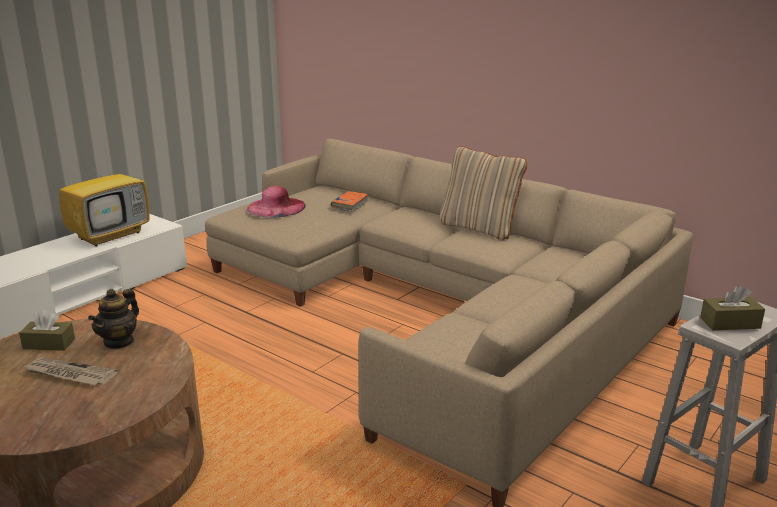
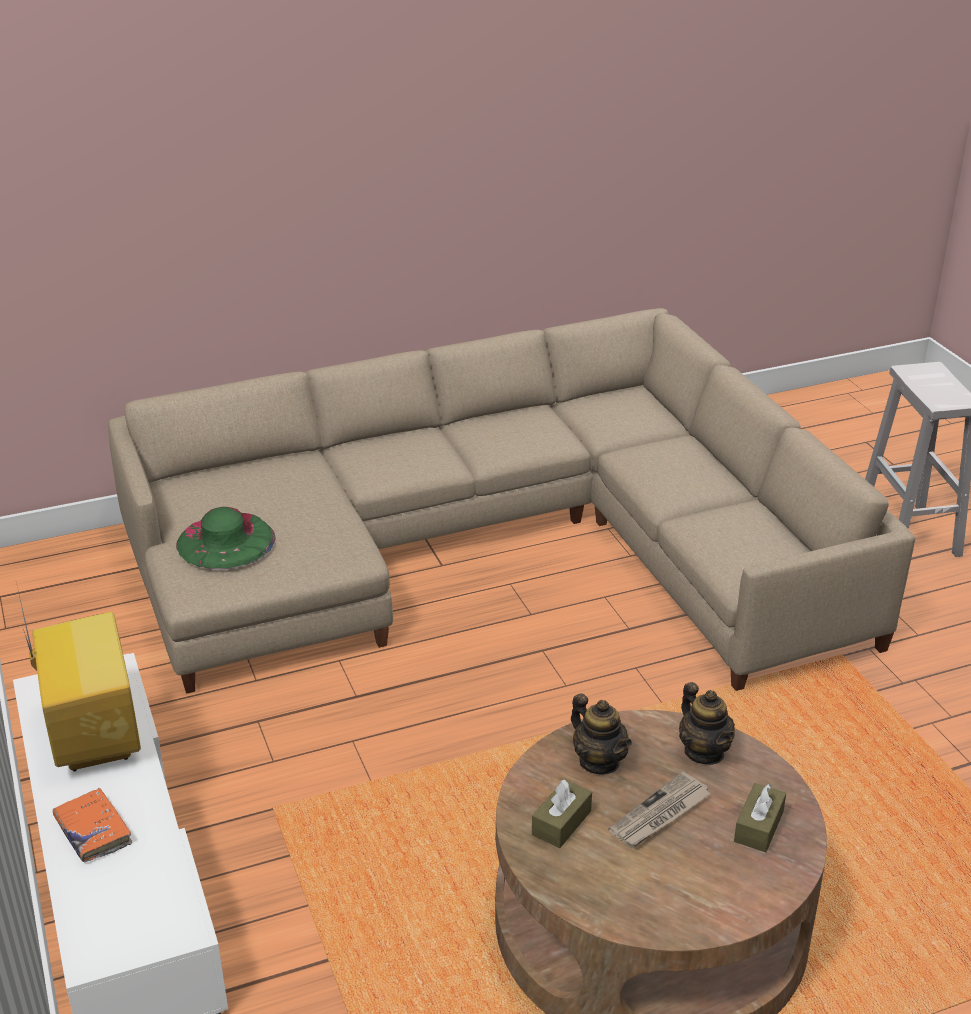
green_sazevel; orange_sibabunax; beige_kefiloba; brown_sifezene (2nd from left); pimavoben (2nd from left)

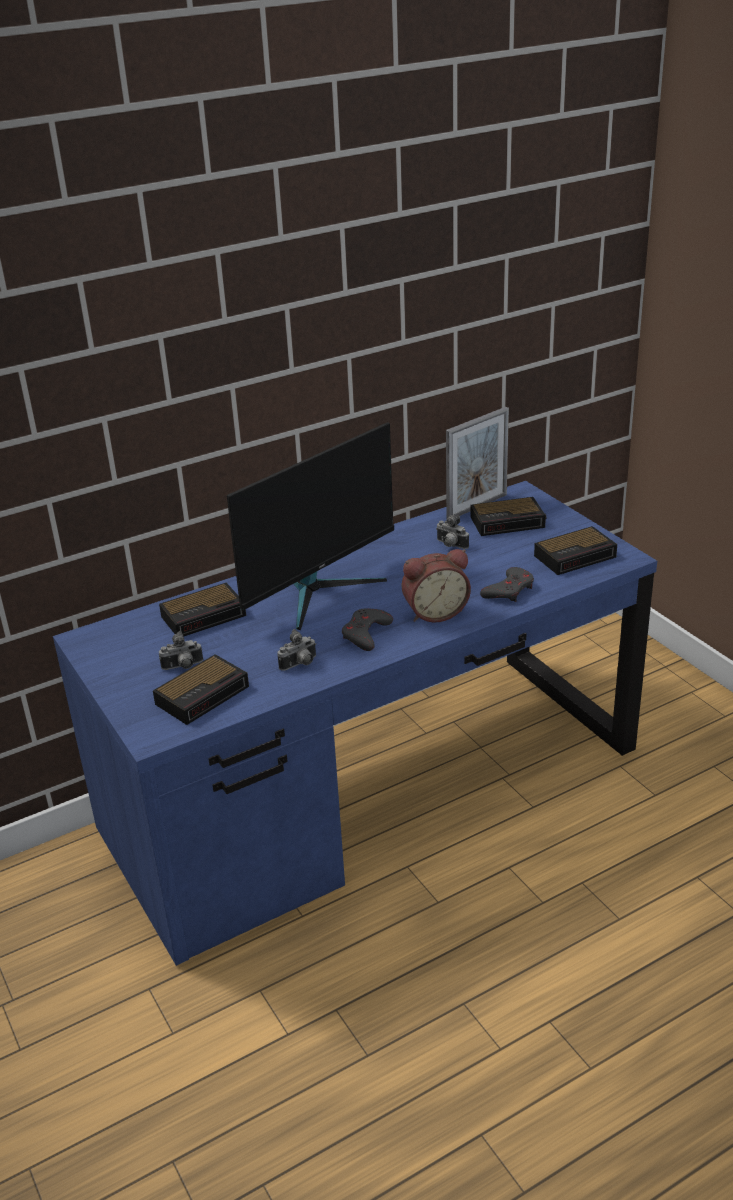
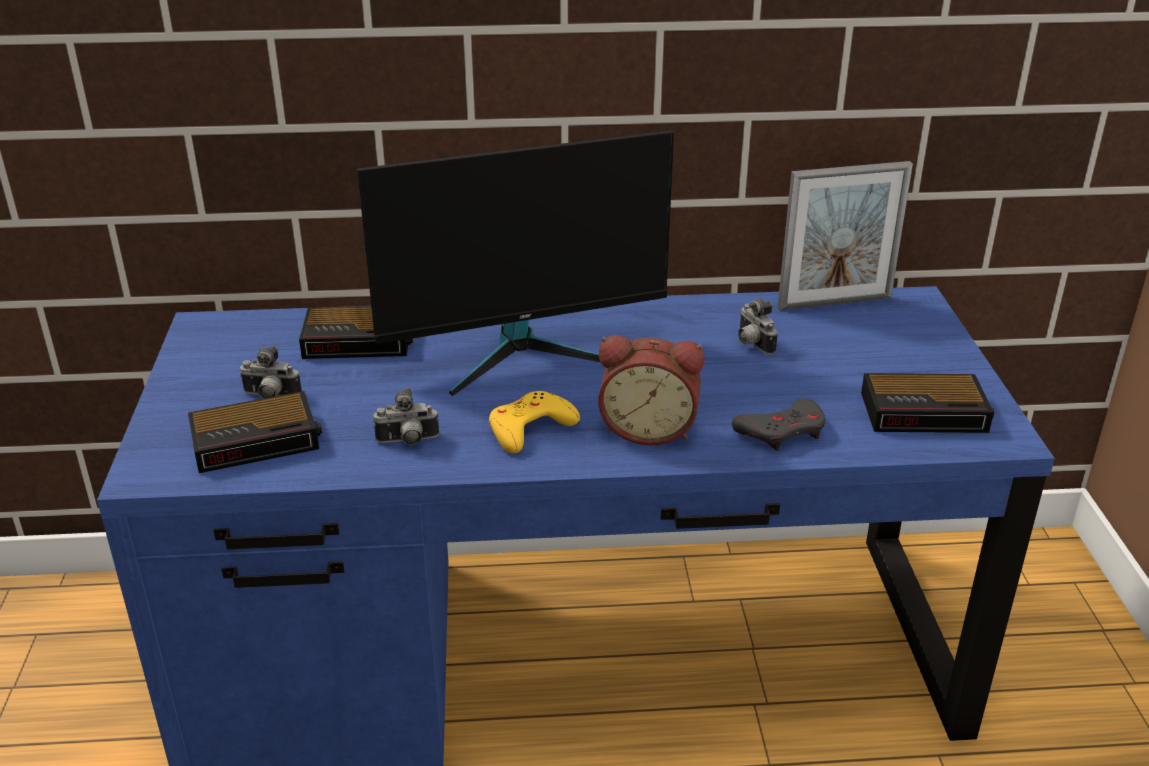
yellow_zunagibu; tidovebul (4th from left in the first image)

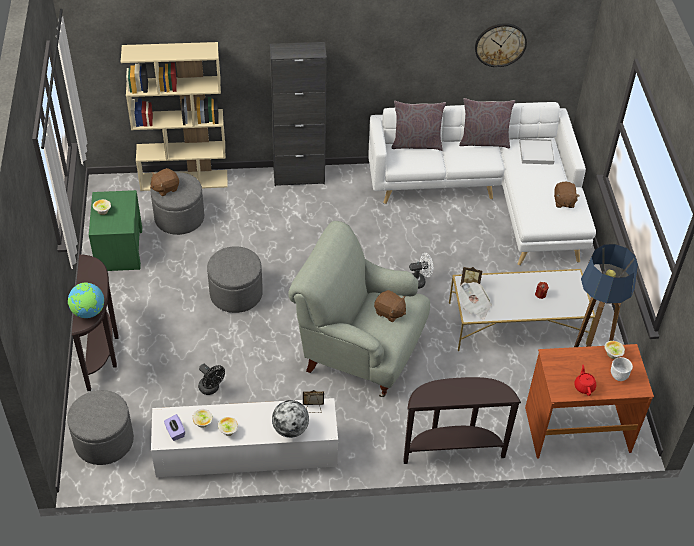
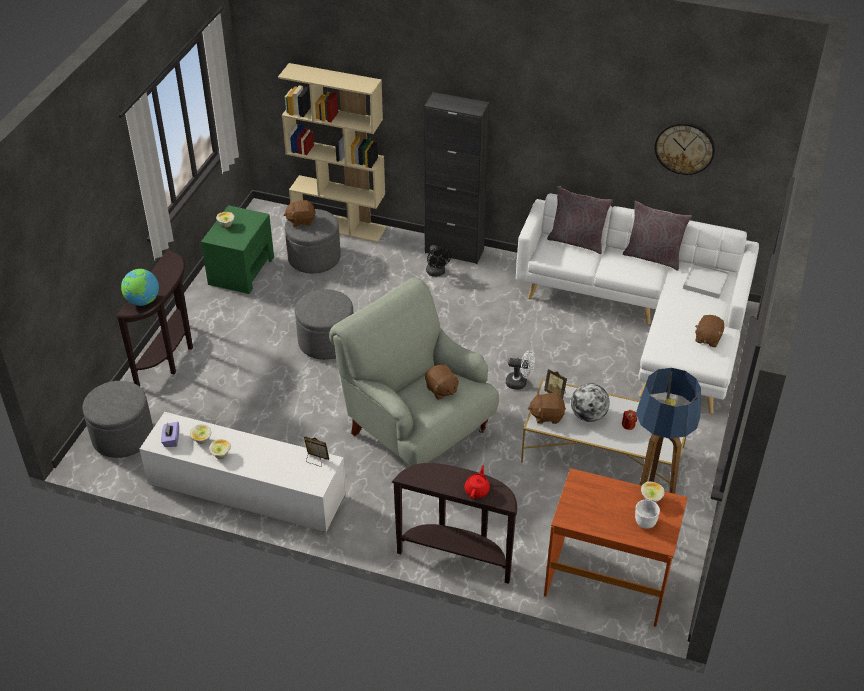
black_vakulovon; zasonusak (2nd from left); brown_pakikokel (3rd from left); red_pimavoben

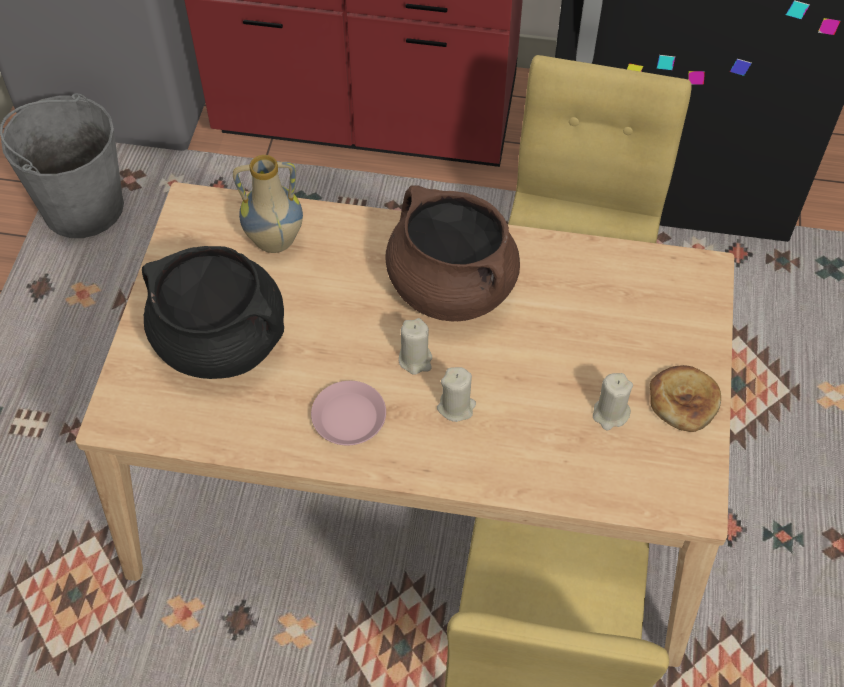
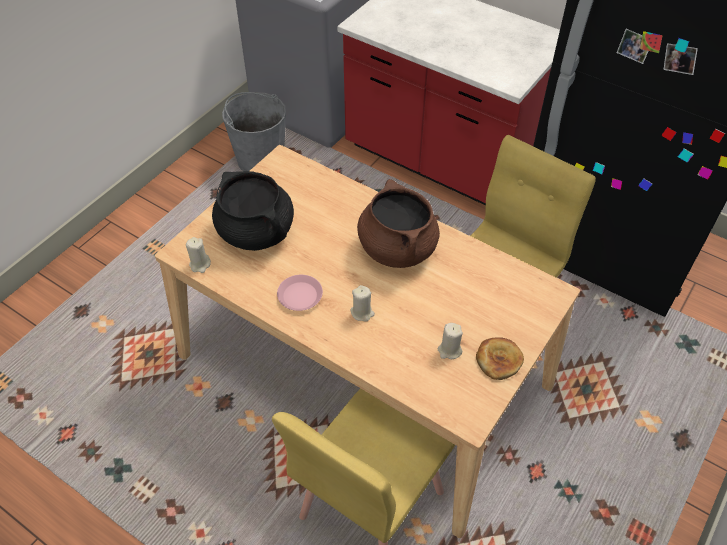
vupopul; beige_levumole (1st from left)

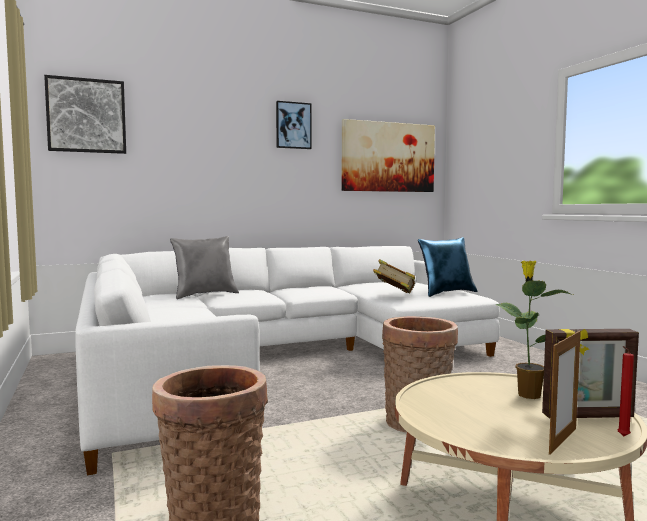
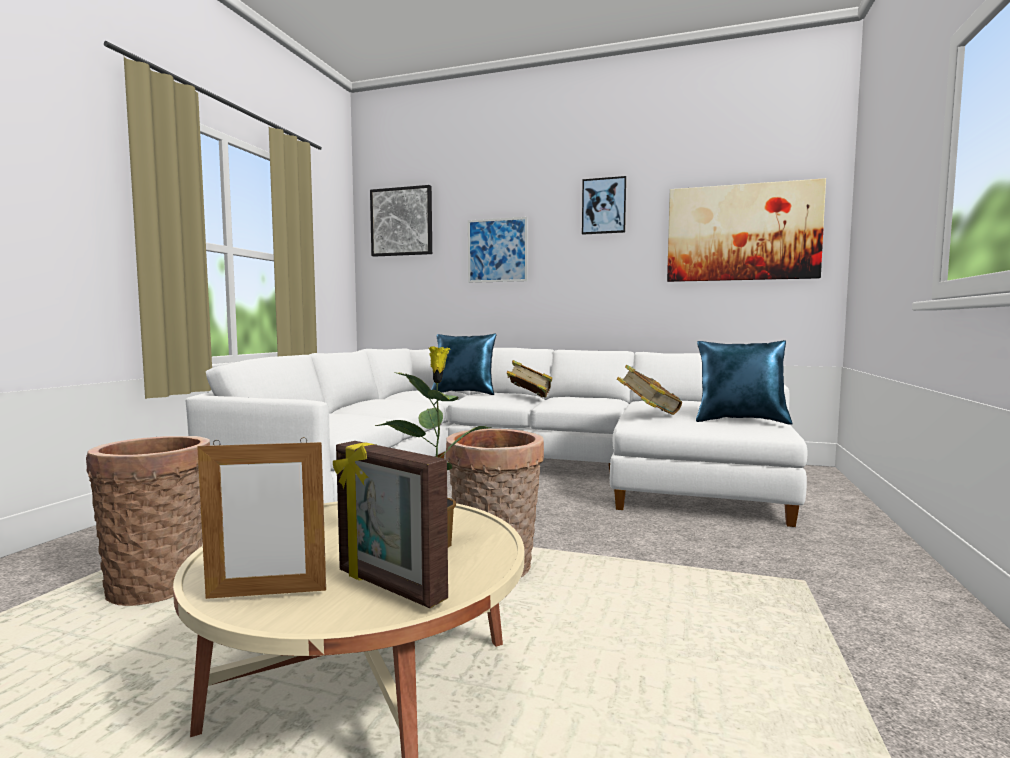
blue_kefiloba (1st from left); red_levumole; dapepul (2nd from left); sibabunax (1st from left)

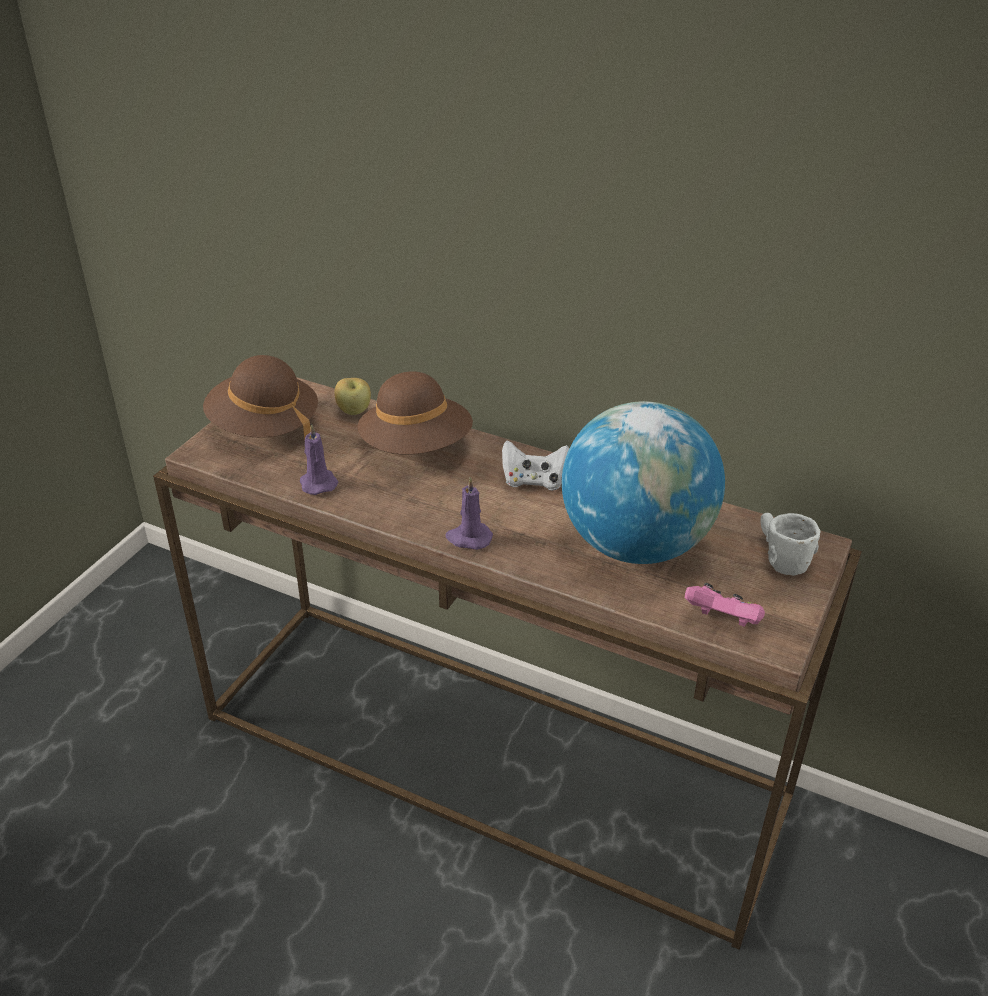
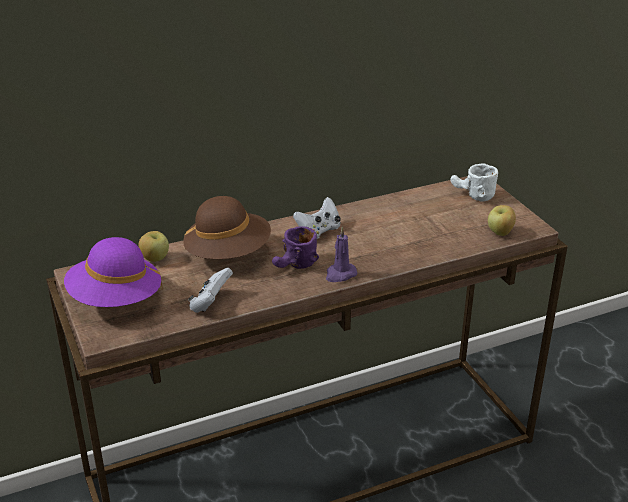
purple_sazevel; white_zunagibu (1st from left); zasonusak; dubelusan (2nd from left); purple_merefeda

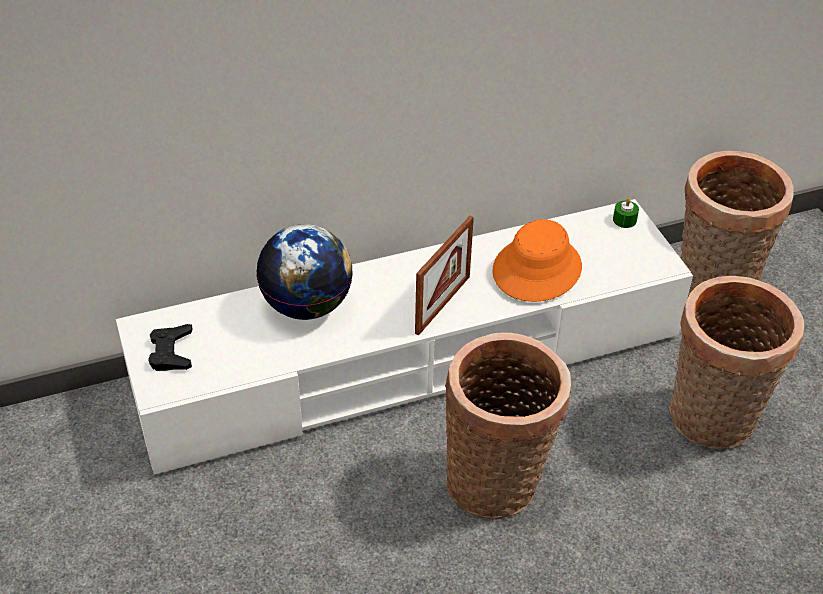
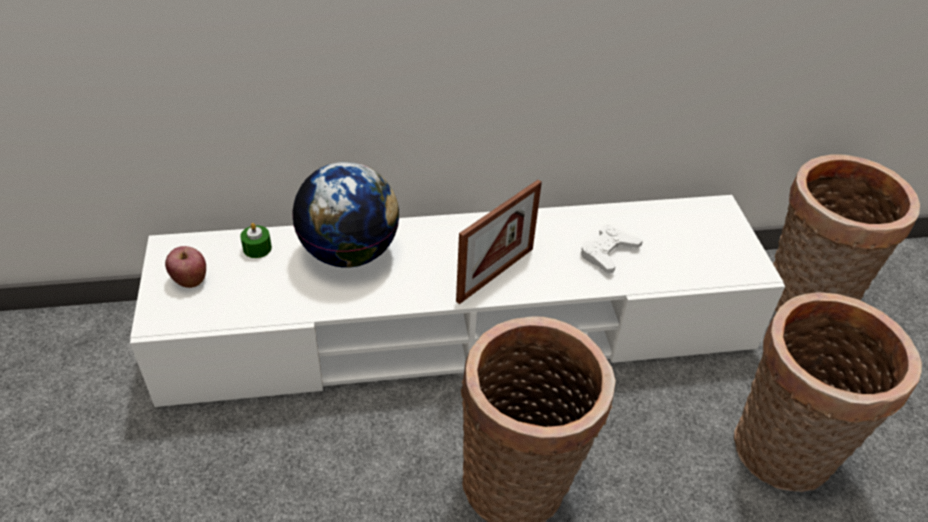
dubelusan; white_zunagibu; green_levumole

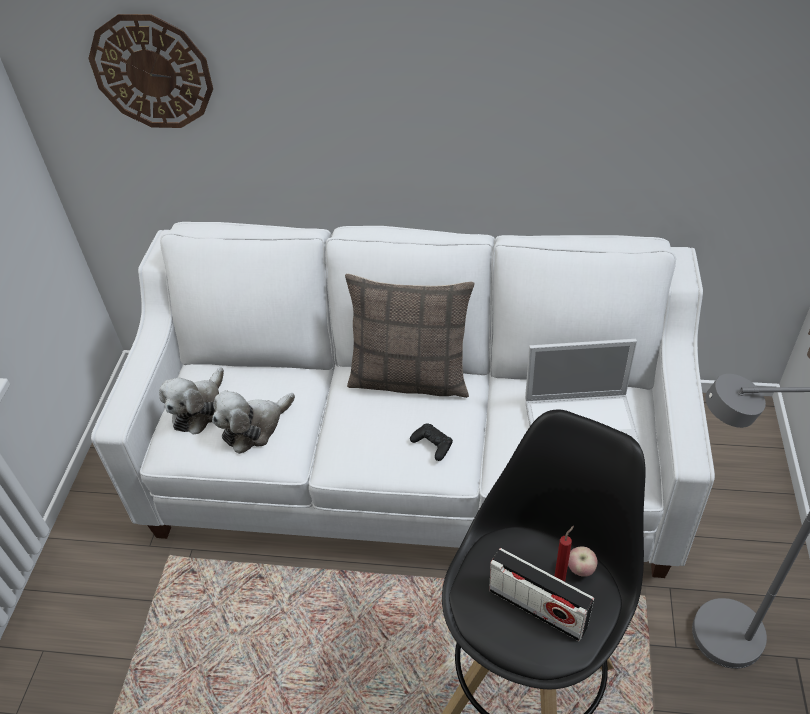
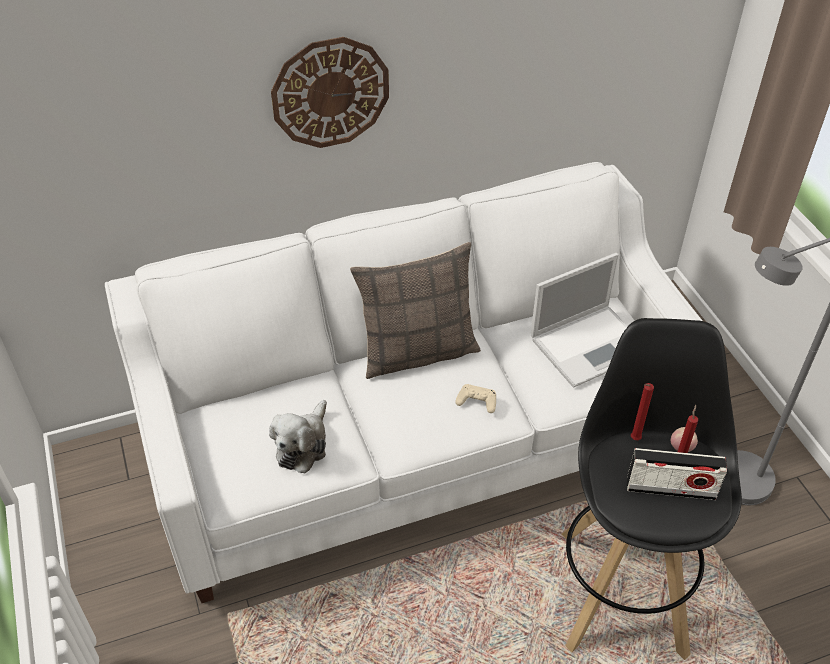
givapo; pakikokel (1st from left in the first image); beige_zunagibu; red_levumole (1st from left)

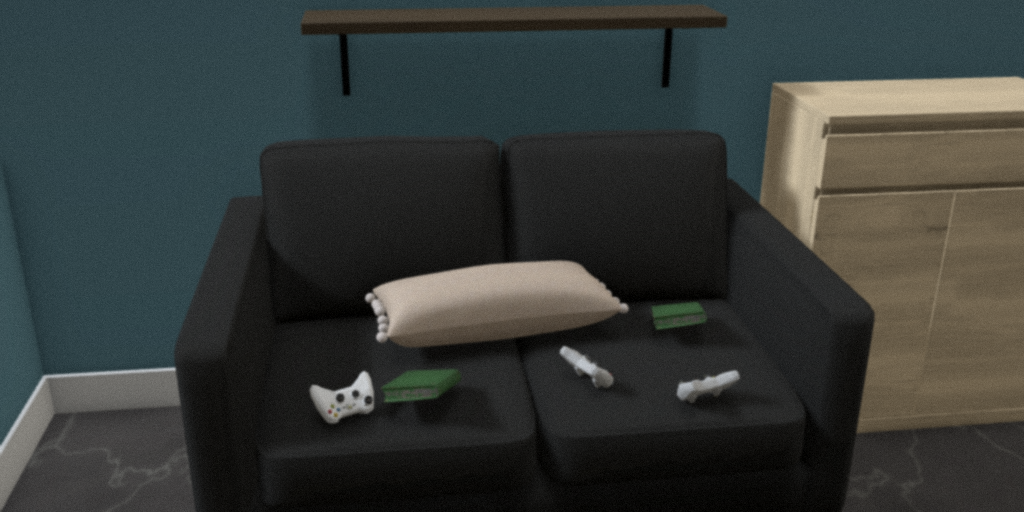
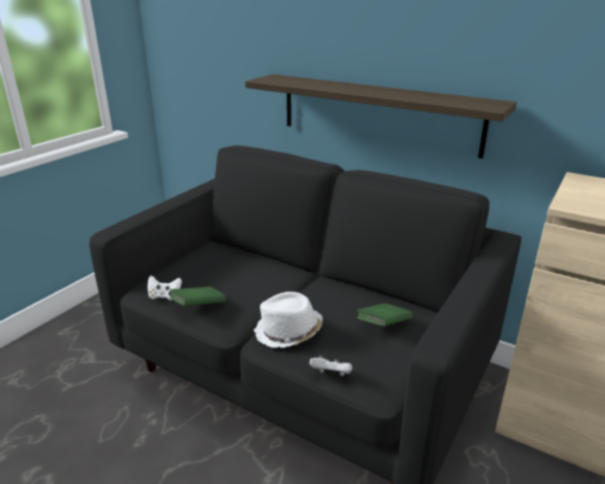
beige_kefiloba; white_sazevel

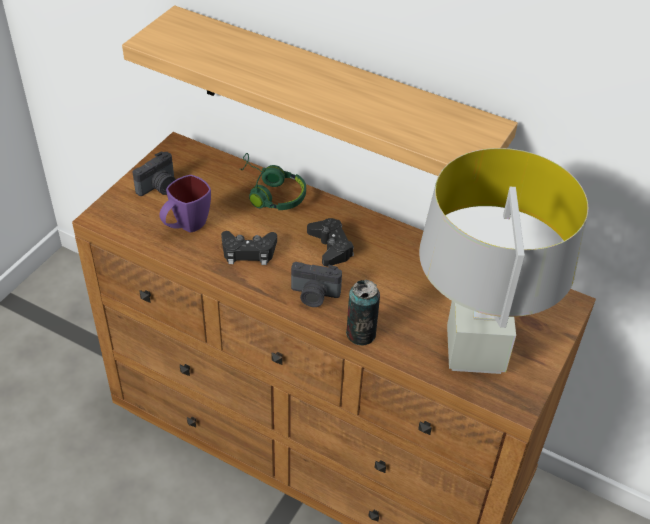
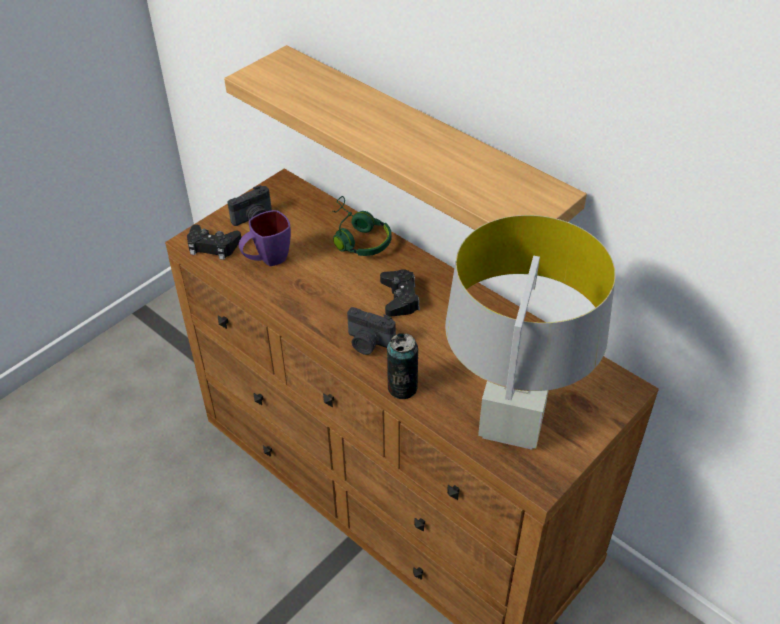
black_zunagibu (1st from left)

